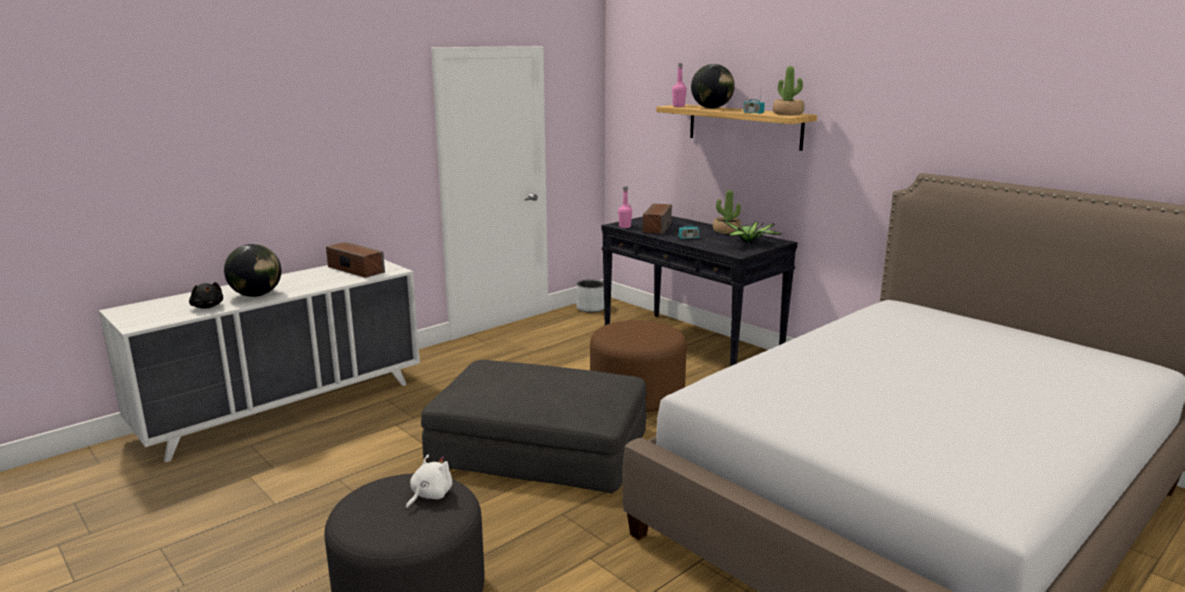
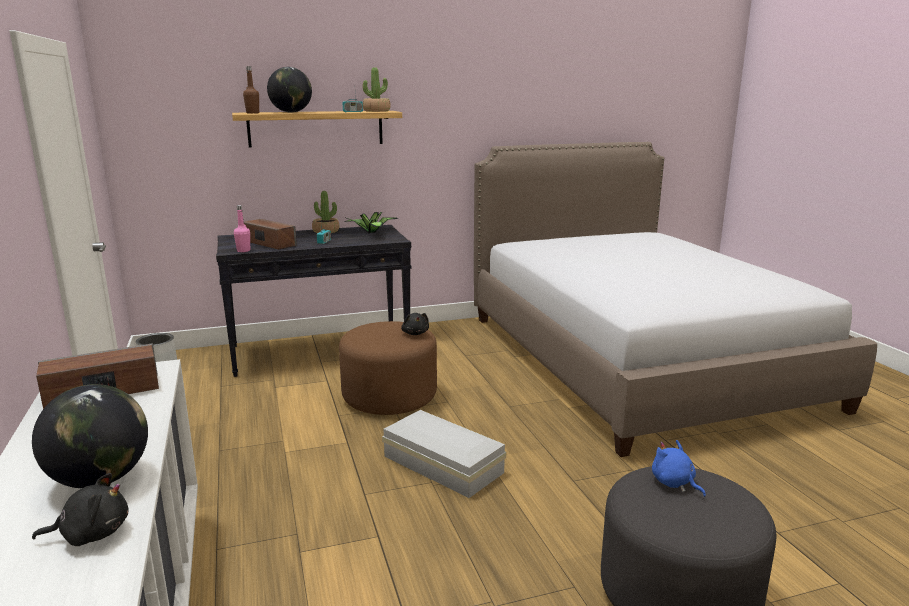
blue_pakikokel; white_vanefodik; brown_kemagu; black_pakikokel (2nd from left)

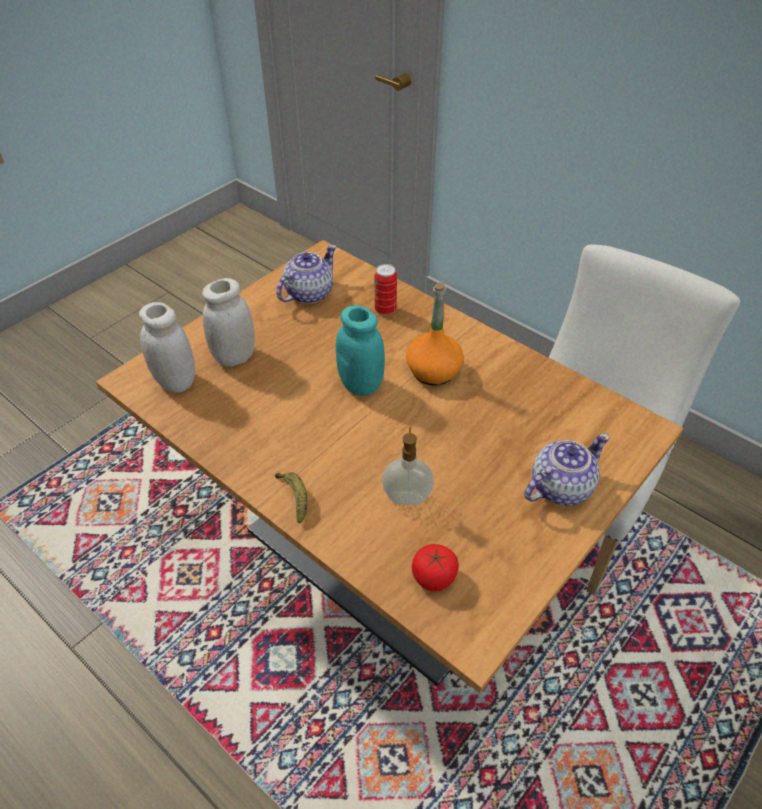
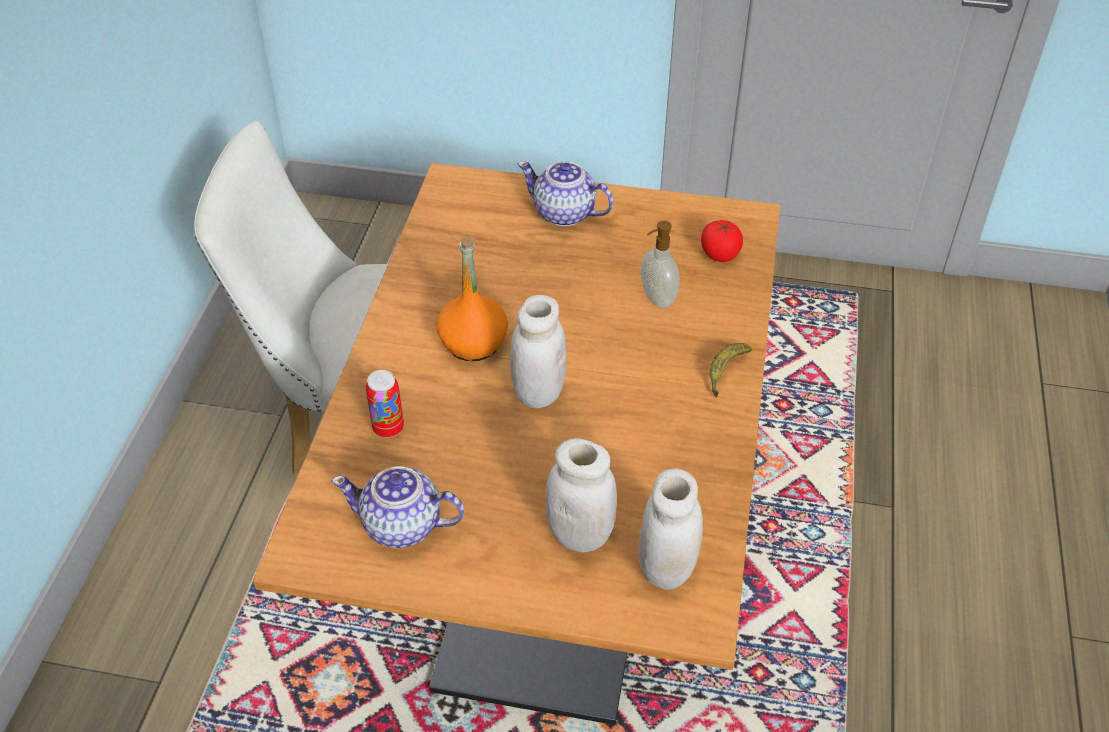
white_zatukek (1st from left)

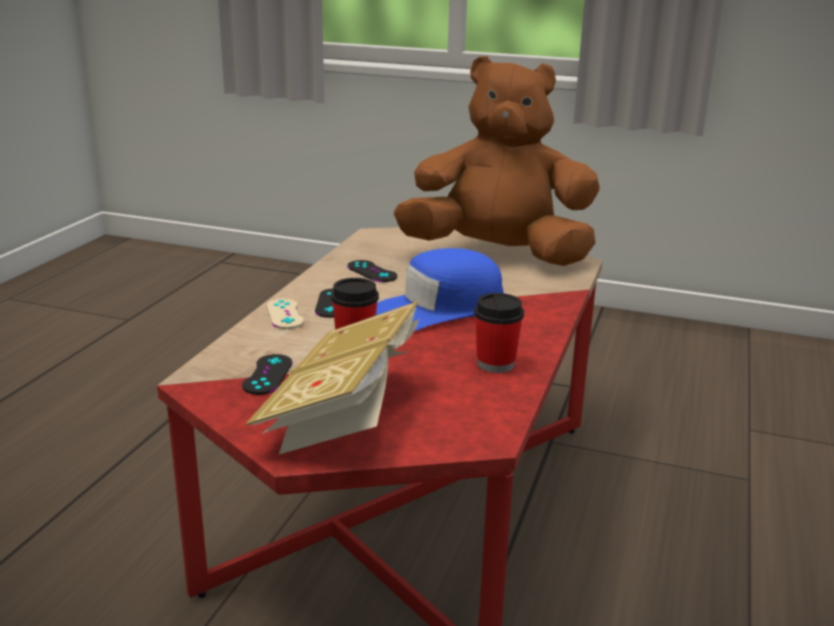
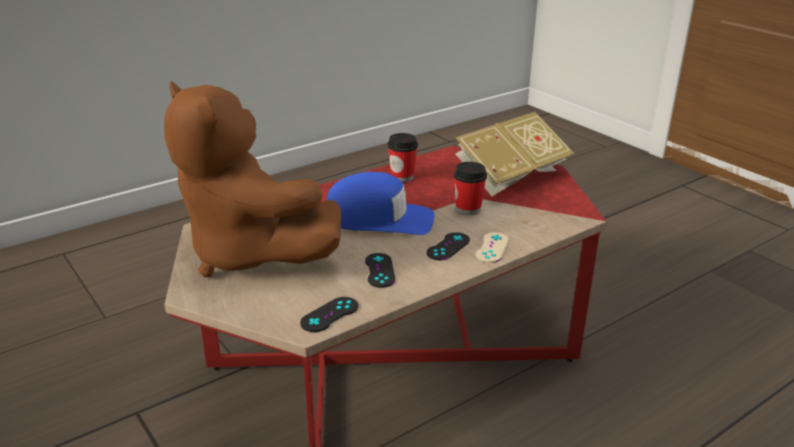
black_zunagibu (1st from left)

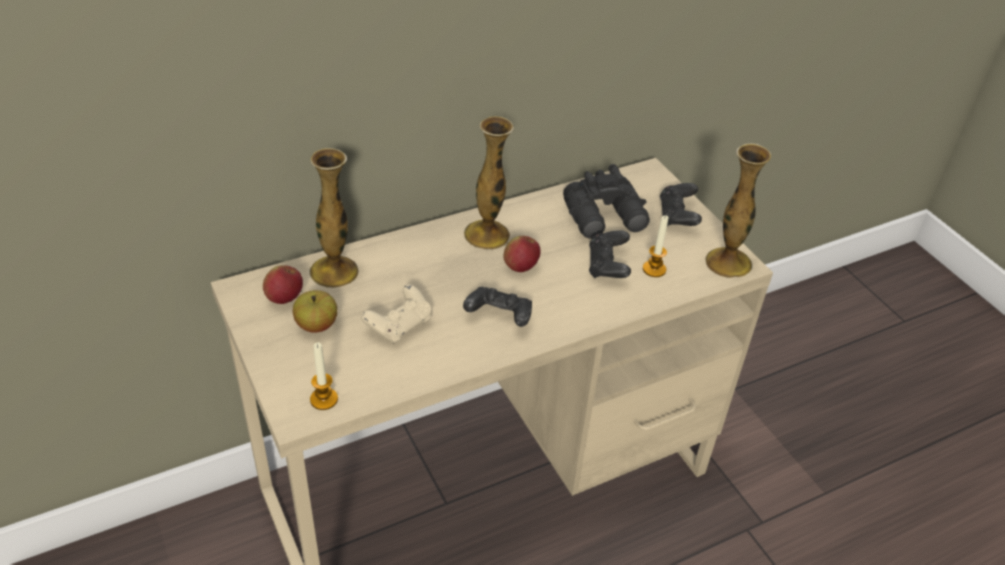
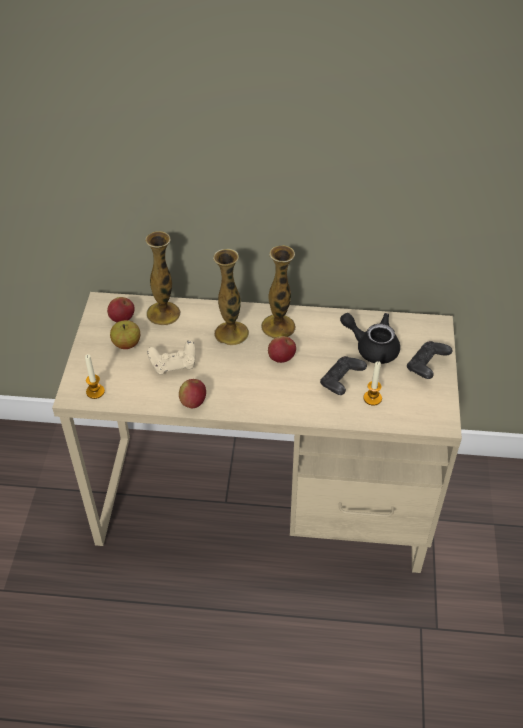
black_zunagibu (1st from left in the first image); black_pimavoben; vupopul (2nd from left); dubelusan (3rd from left)

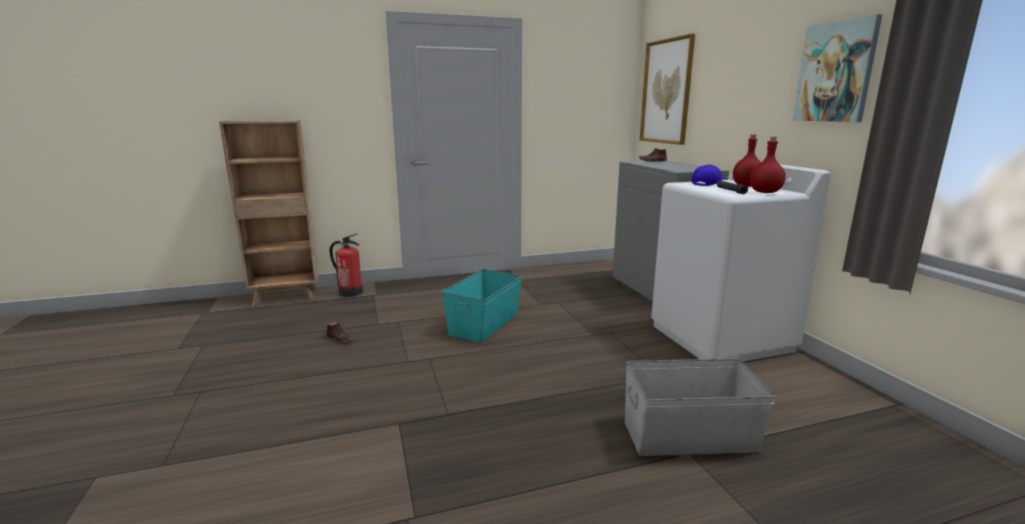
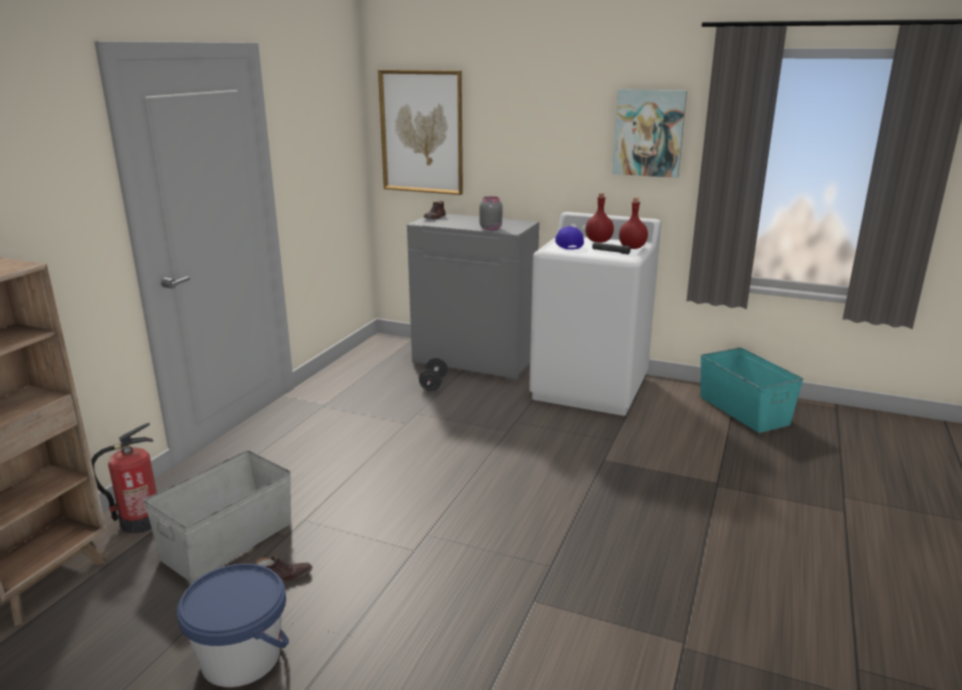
turquoise_vanefodik; grey_vanefodik; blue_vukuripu; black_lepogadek; grey_zatukek

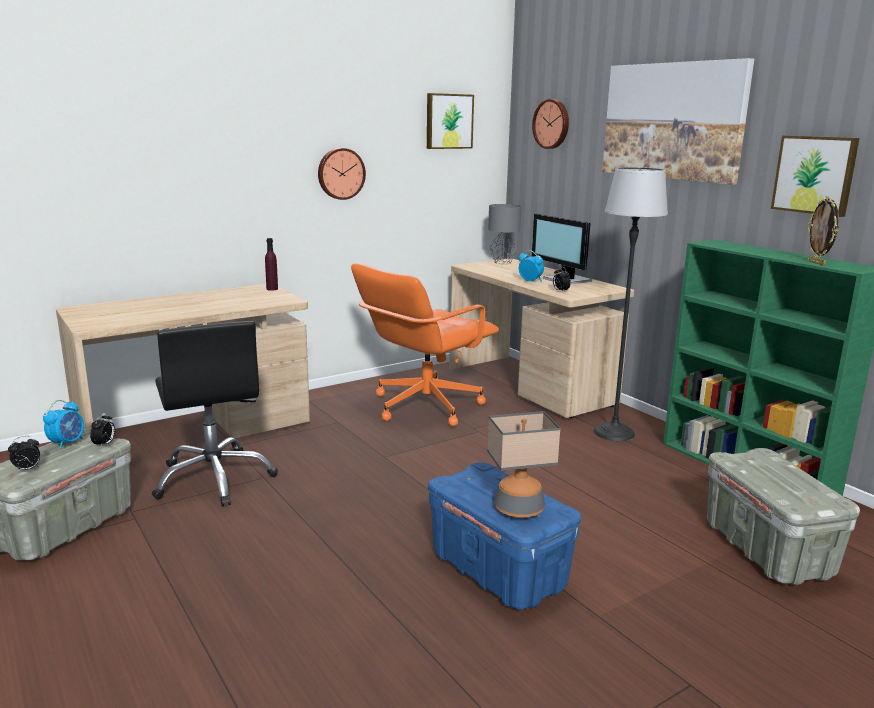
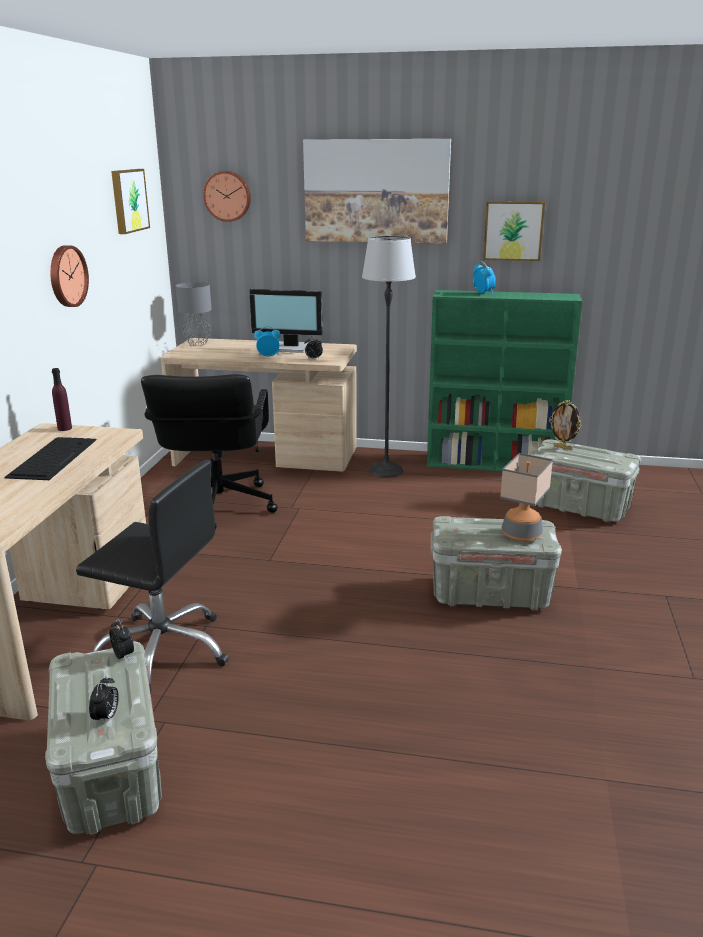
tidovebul (5th from left); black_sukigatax (2nd from left); grey_vanefodik (2nd from left); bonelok; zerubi

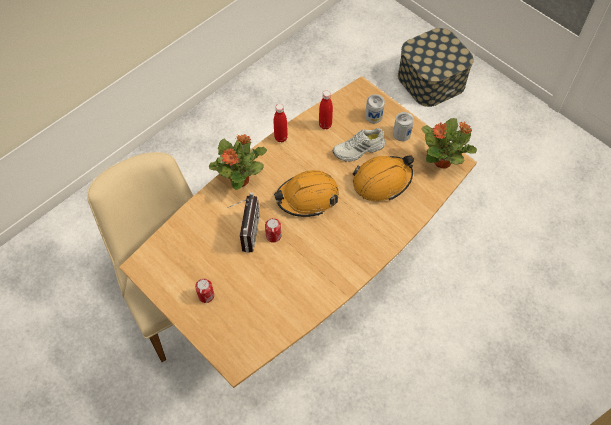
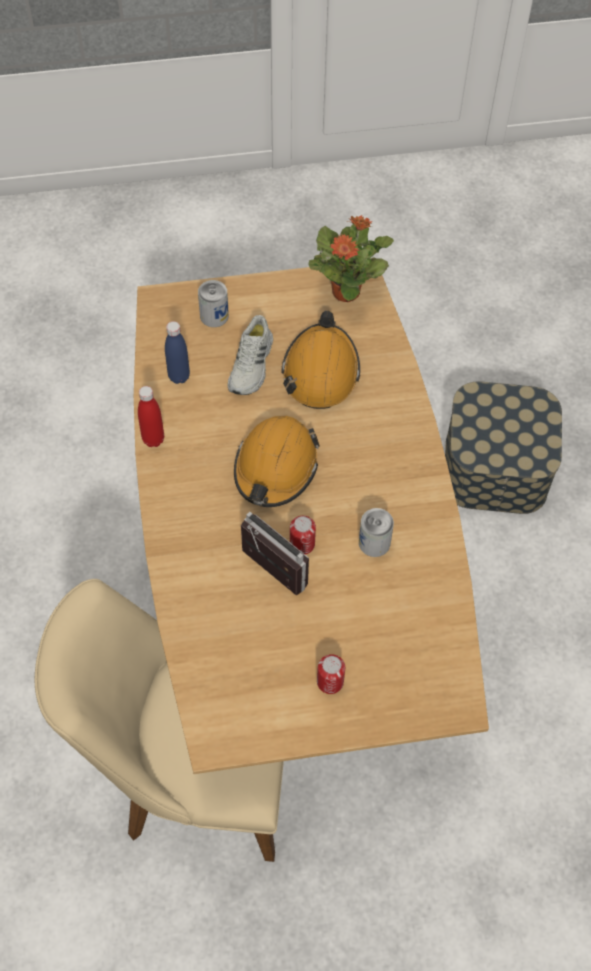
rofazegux (1st from left in the first image); blue_kemagu; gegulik (4th from left); vanefodik

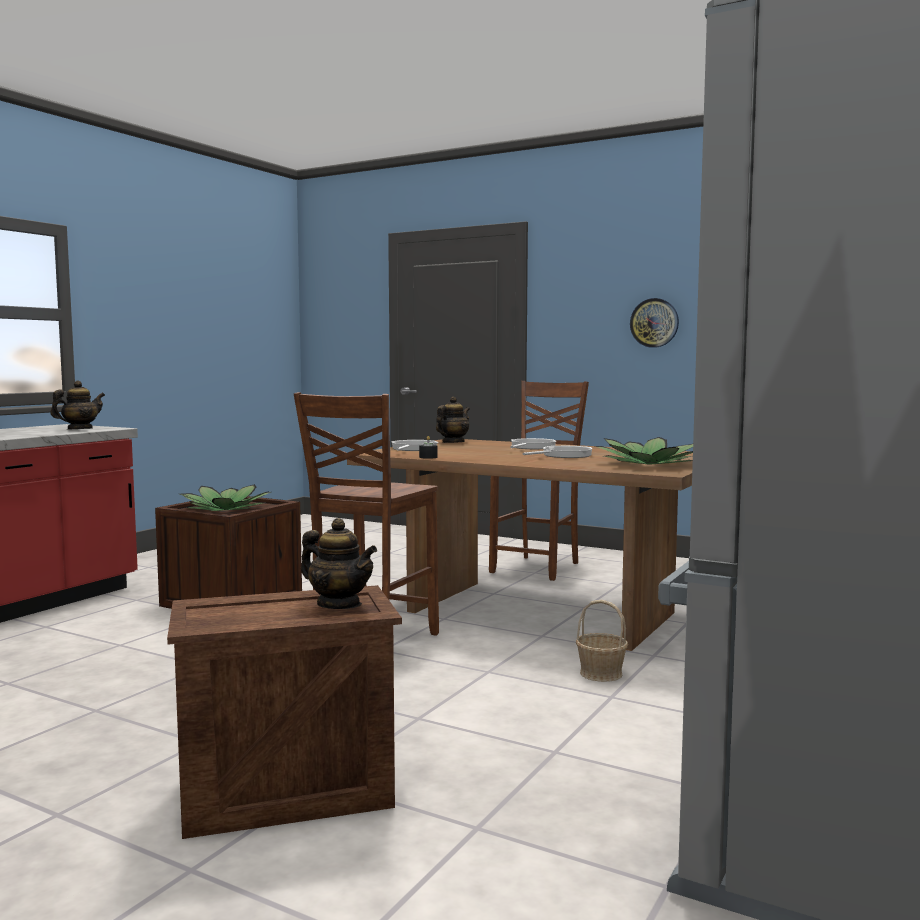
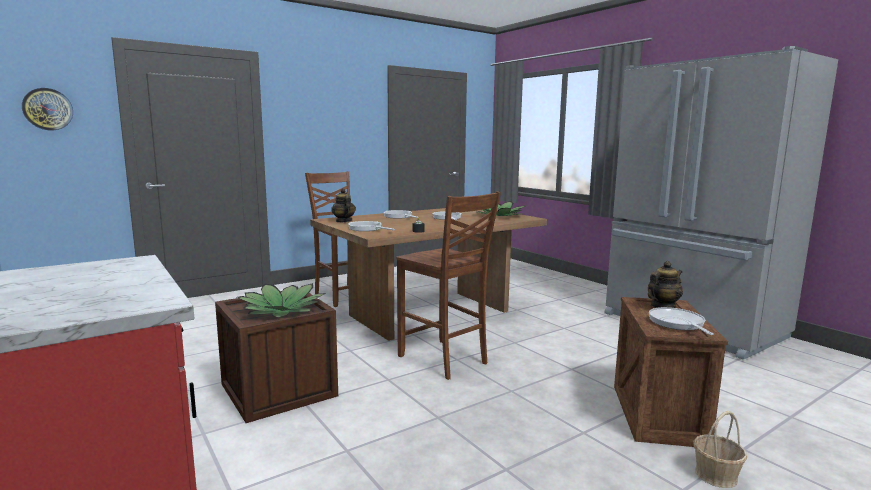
pimavoben (1st from left in the first image); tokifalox; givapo; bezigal (4th from left)

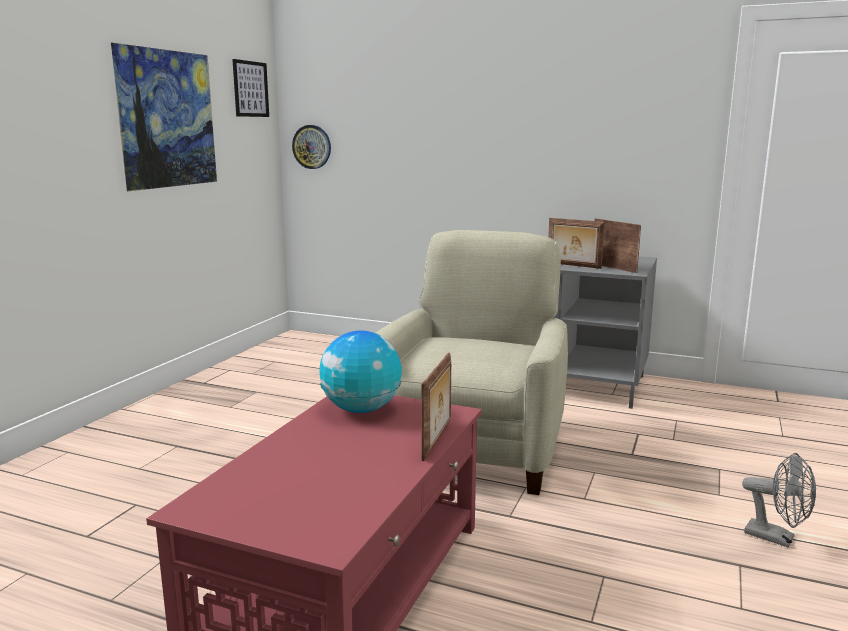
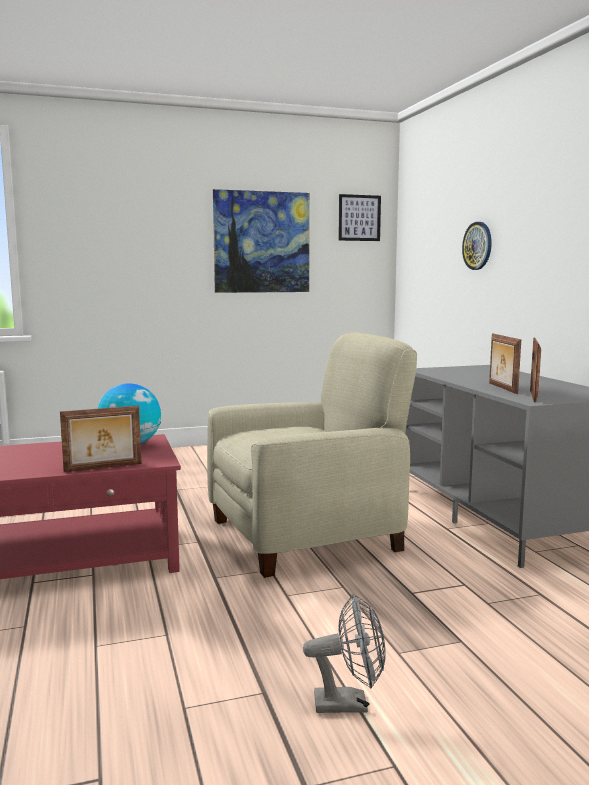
givapo; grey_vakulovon

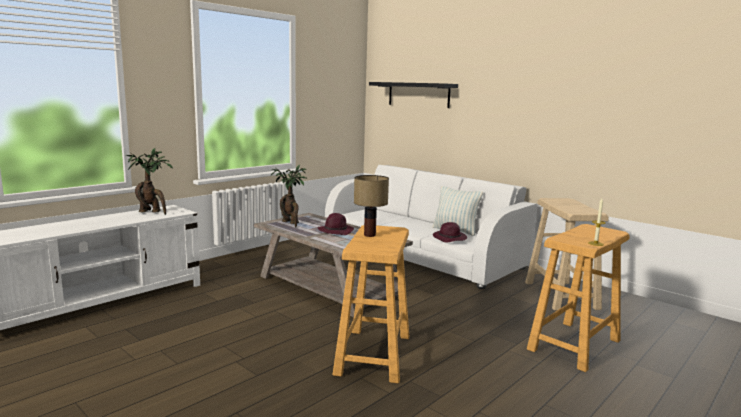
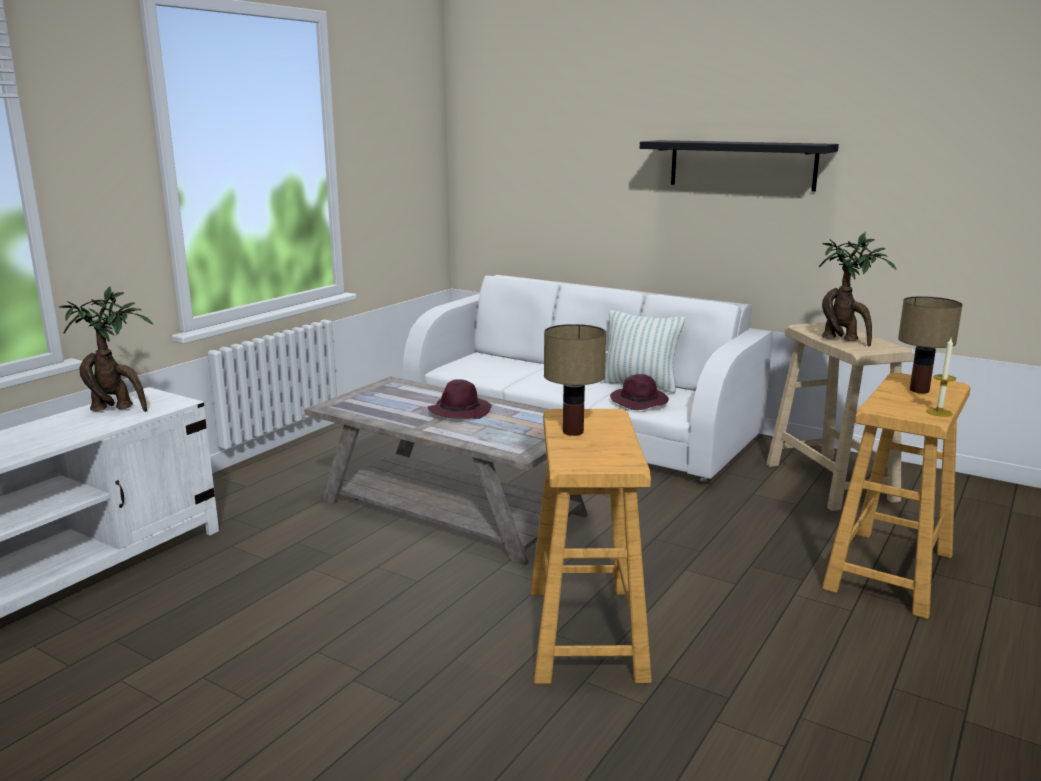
rofazegux (2nd from left); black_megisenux; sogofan (2nd from left)

